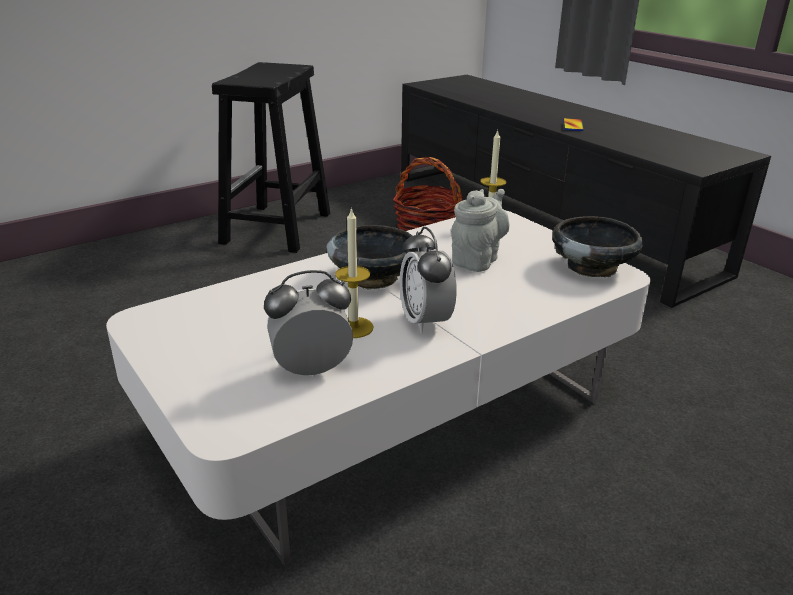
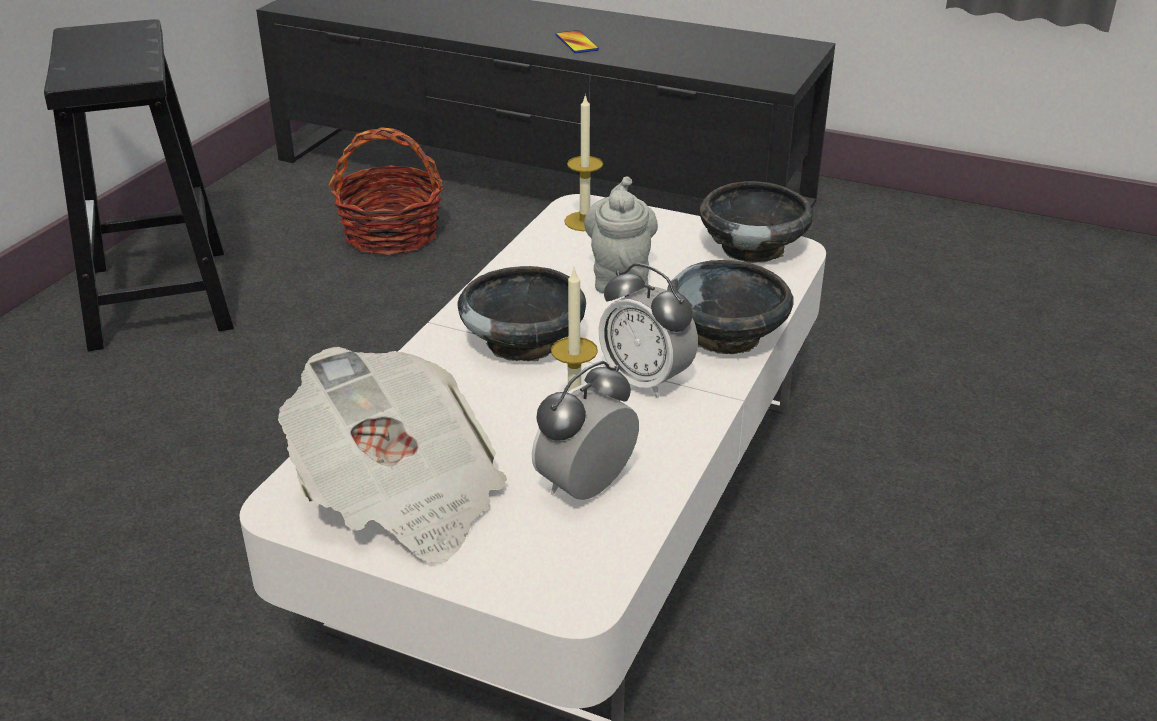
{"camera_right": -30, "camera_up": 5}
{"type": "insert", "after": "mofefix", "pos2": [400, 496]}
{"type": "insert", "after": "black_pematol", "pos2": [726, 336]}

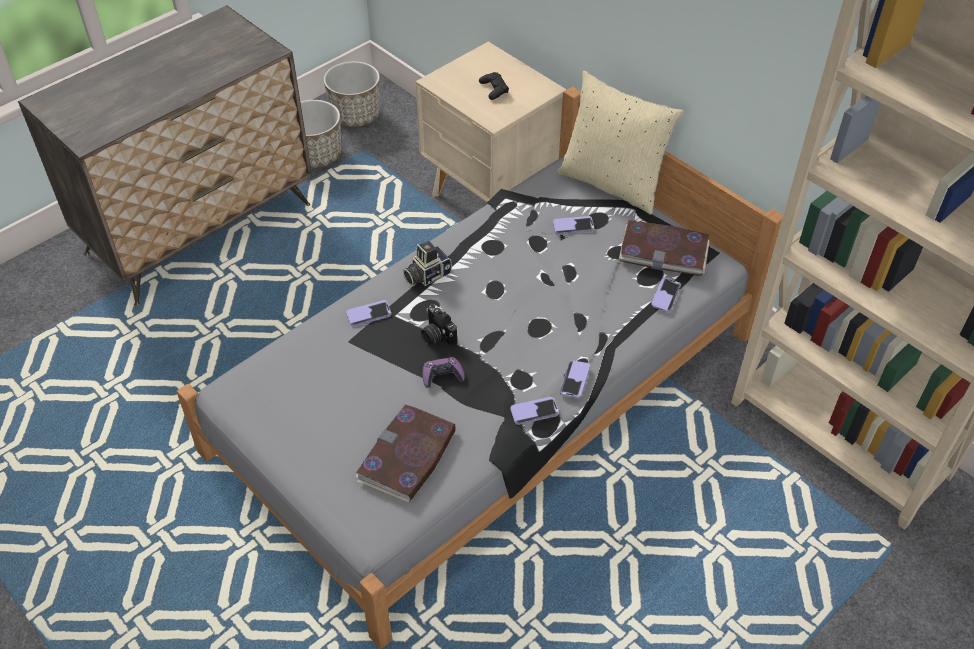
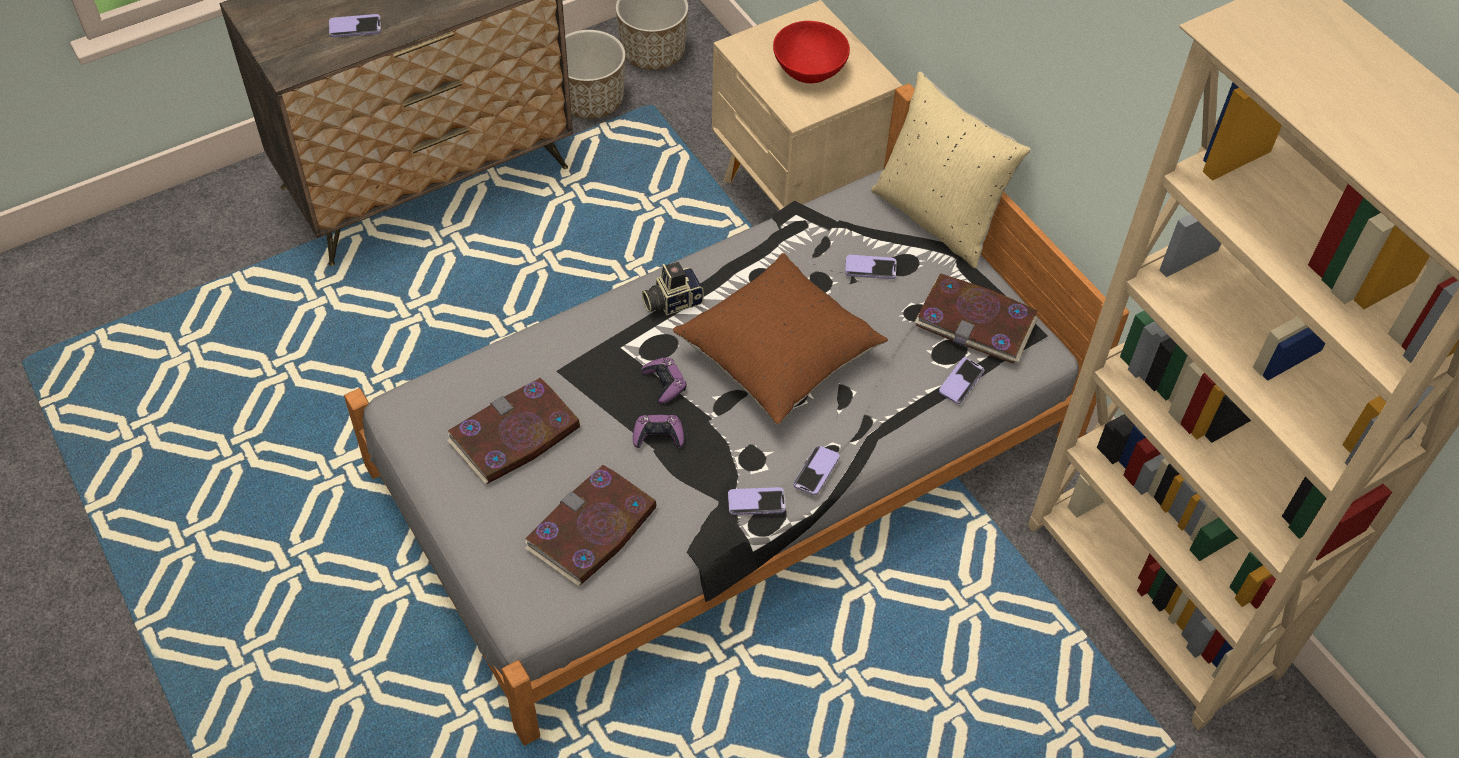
{"camera_right": 10, "camera_up": 5}
{"type": "move", "before": "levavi", "pos1": [369, 314], "pos2": [355, 27]}
{"type": "insert", "after": "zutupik", "pos2": [515, 435]}
{"type": "replace", "before": "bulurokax", "after": "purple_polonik", "pos1": [436, 336], "pos2": [664, 383]}
{"type": "insert", "after": "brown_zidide", "pos2": [778, 356]}
{"type": "replace", "before": "black_polonik", "after": "red_pematol", "pos1": [494, 89], "pos2": [809, 70]}

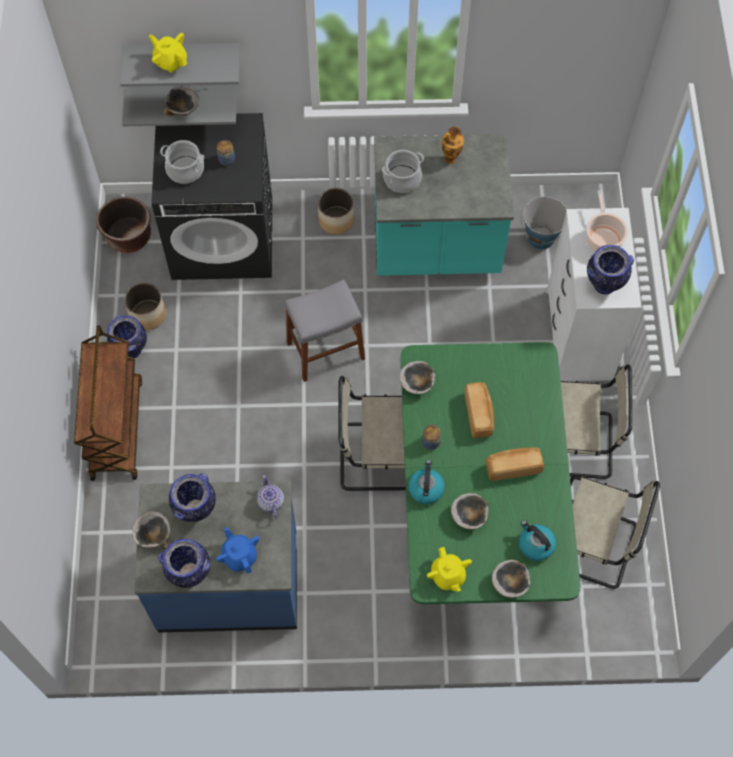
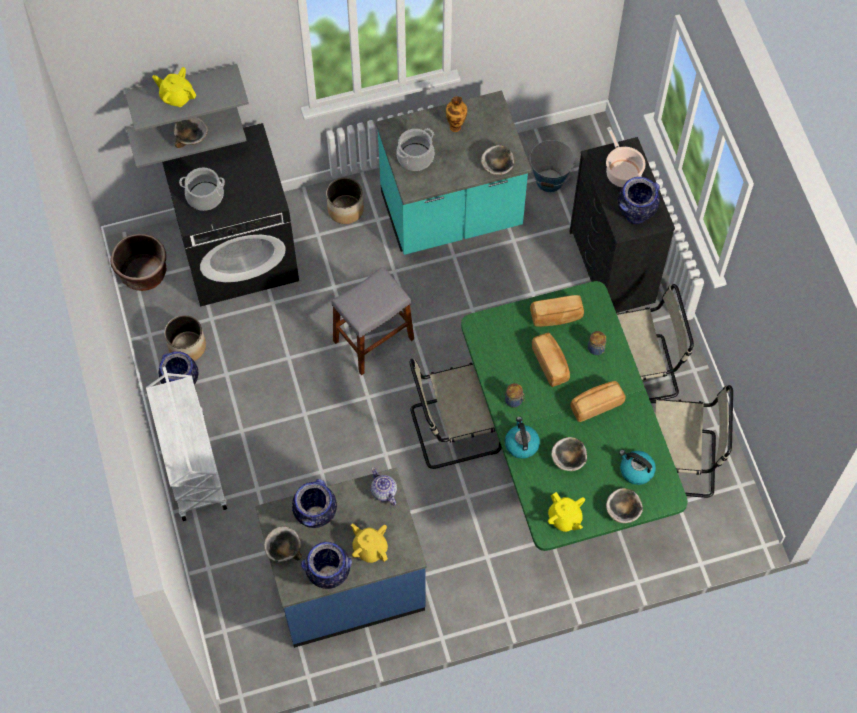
{"camera_right": -15, "camera_up": 0}
{"type": "recolor", "before": "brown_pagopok", "after": "white_pagopok", "pos1": [116, 428], "pos2": [191, 464]}
{"type": "recolor", "before": "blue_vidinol", "after": "yellow_vidinol", "pos1": [239, 556], "pos2": [370, 548]}
{"type": "move", "before": "pematol", "pos1": [417, 383], "pos2": [497, 167]}
{"type": "insert", "after": "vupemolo", "pos2": [556, 316]}
{"type": "recolor", "before": "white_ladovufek", "after": "black_ladovufek", "pos1": [578, 335], "pos2": [611, 267]}
{"type": "move", "before": "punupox", "pos1": [227, 160], "pos2": [596, 349]}

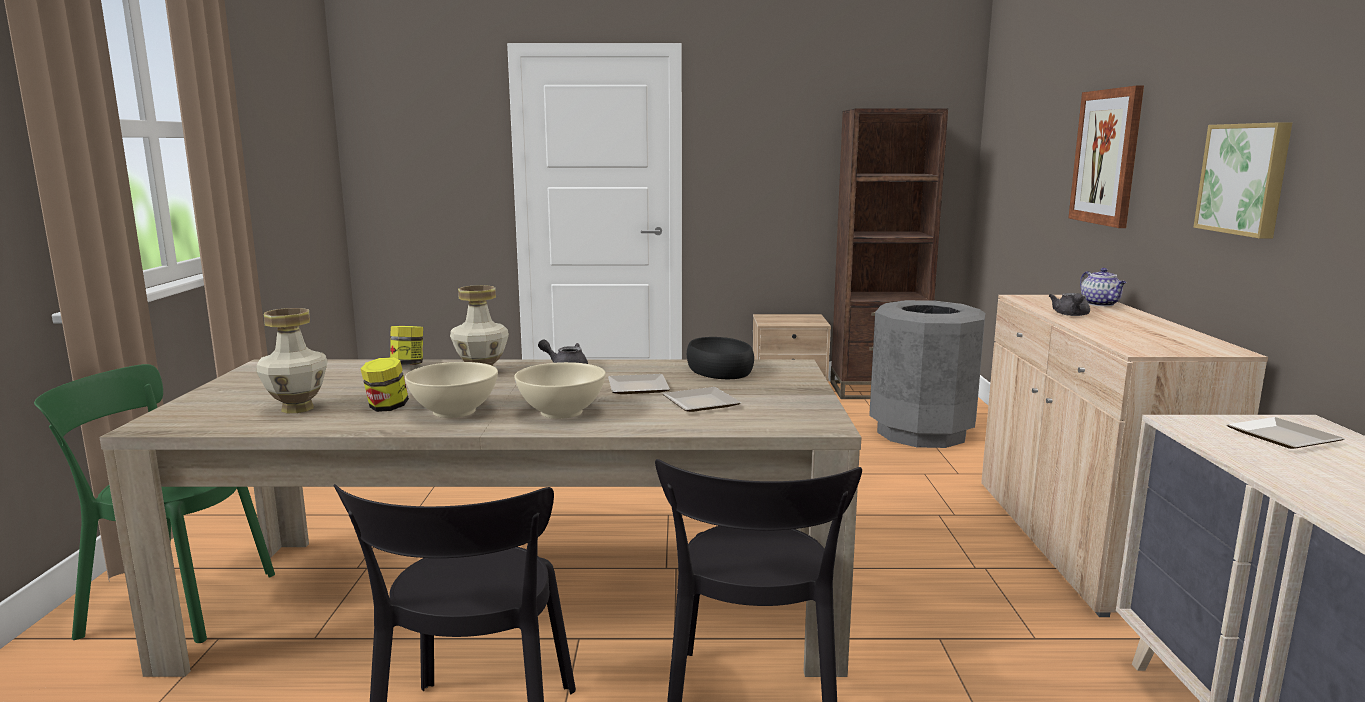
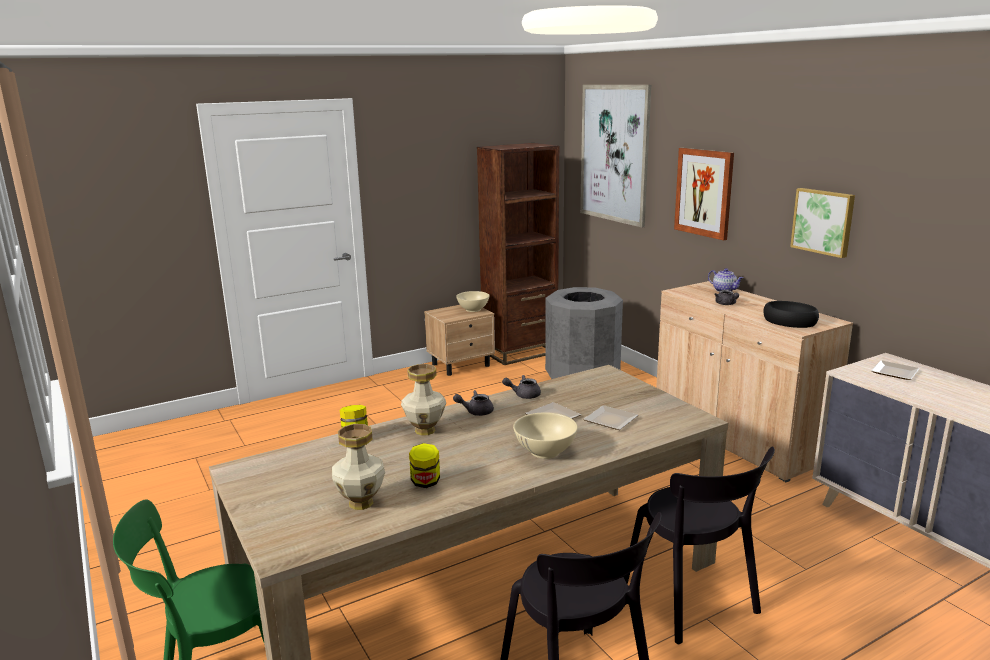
{"camera_right": -30, "camera_up": 5}
{"type": "move", "before": "beige_pematol", "pos1": [453, 411], "pos2": [473, 309]}
{"type": "insert", "after": "grey_vidinol", "pos2": [523, 395]}
{"type": "insert", "after": "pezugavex", "pos2": [614, 153]}
{"type": "move", "before": "black_pematol", "pos1": [718, 369], "pos2": [789, 321]}

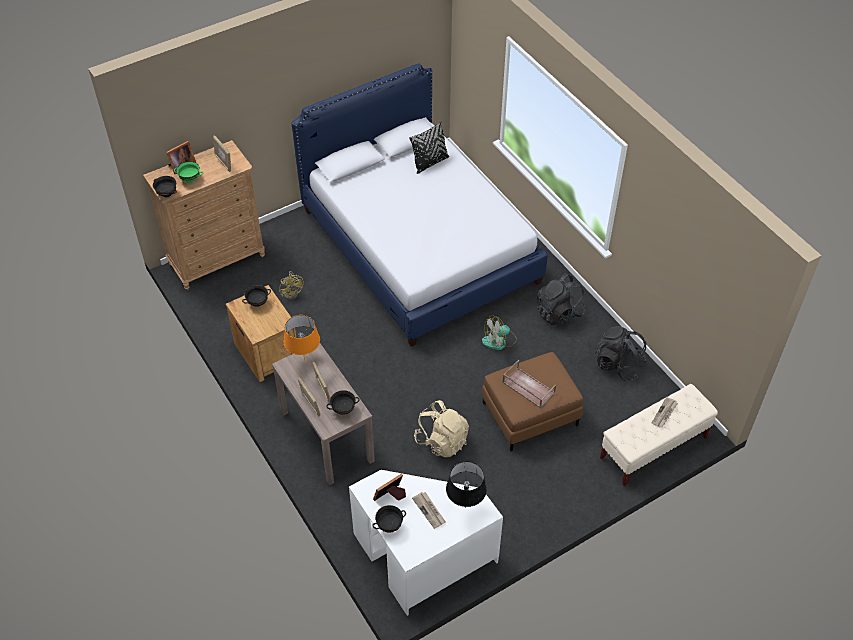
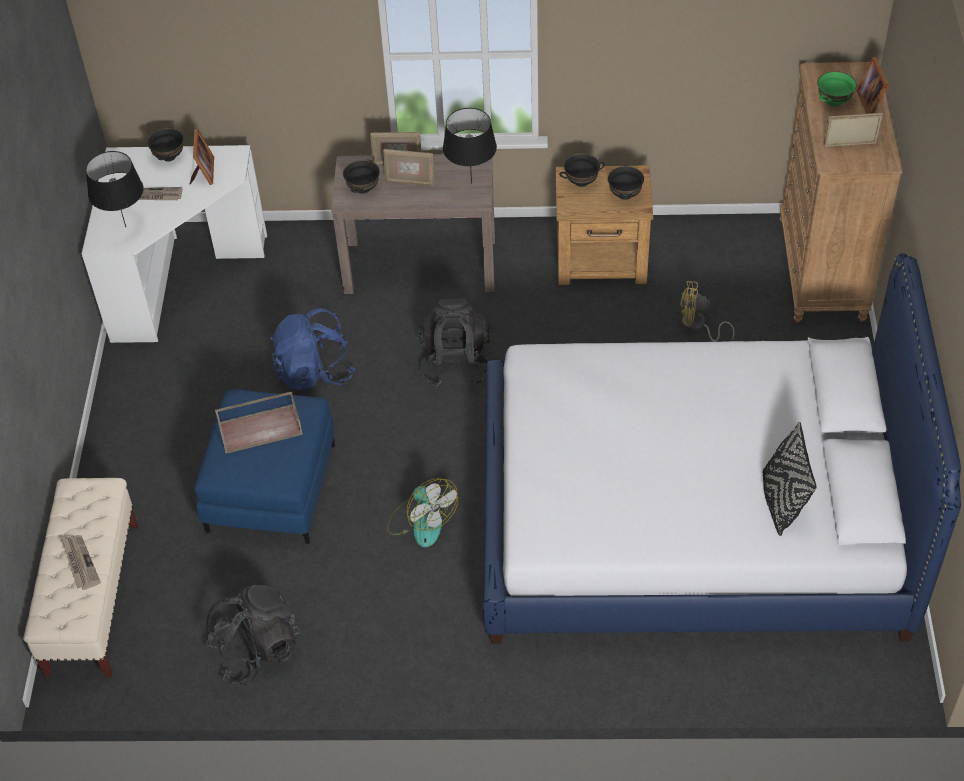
{"camera_right": 125, "camera_up": 0}
{"type": "recolor", "before": "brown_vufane", "after": "blue_vufane", "pos1": [530, 414], "pos2": [271, 487]}
{"type": "recolor", "before": "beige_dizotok", "after": "blue_dizotok", "pos1": [442, 441], "pos2": [314, 372]}
{"type": "rotate", "before": "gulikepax", "pos1": [499, 341], "pos2": [421, 522], "turn": 135}
{"type": "move", "before": "black_dizotok", "pos1": [559, 312], "pos2": [456, 363]}
{"type": "recolor", "before": "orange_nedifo", "after": "black_nedifo", "pos1": [304, 360], "pos2": [471, 183]}
{"type": "move", "before": "black_pematol", "pos1": [166, 194], "pos2": [581, 182]}

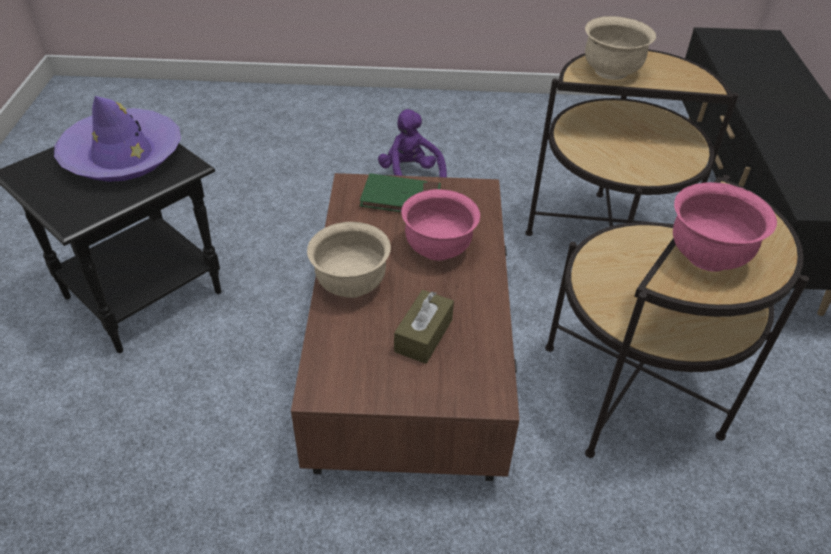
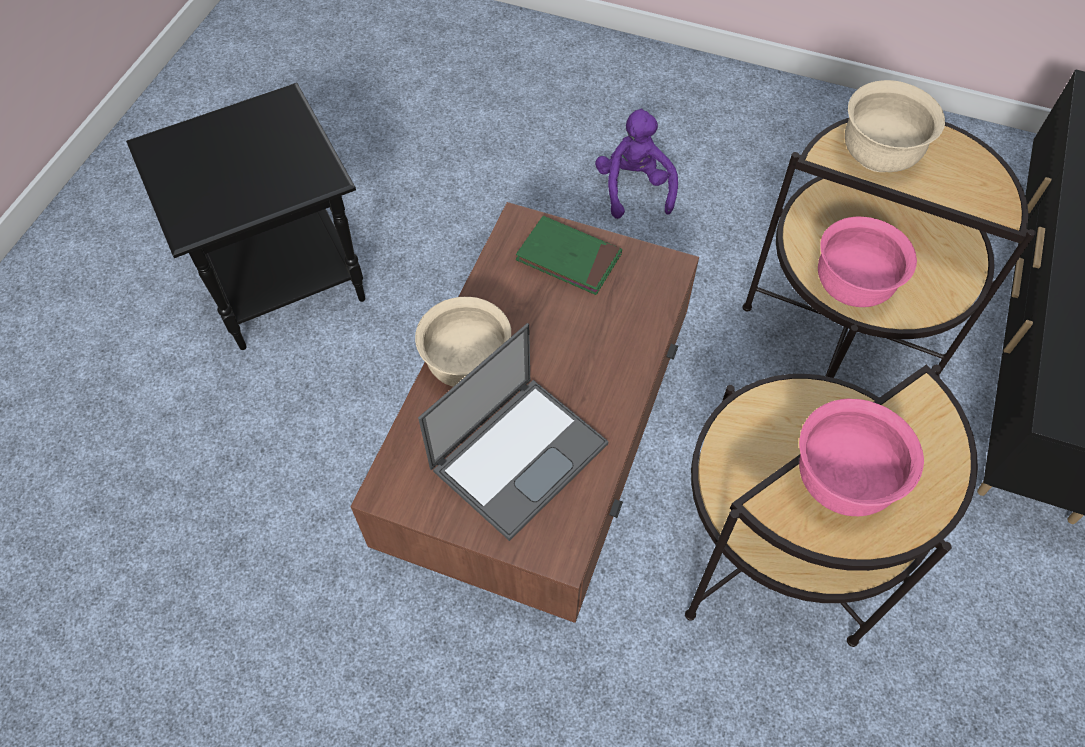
{"camera_right": 20, "camera_up": 15}
{"type": "replace", "before": "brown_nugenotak", "after": "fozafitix", "pos1": [423, 335], "pos2": [520, 454]}
{"type": "move", "before": "pink_pematol", "pos1": [438, 249], "pos2": [851, 287]}
{"type": "delete", "before": "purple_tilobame", "pos1": [122, 155]}

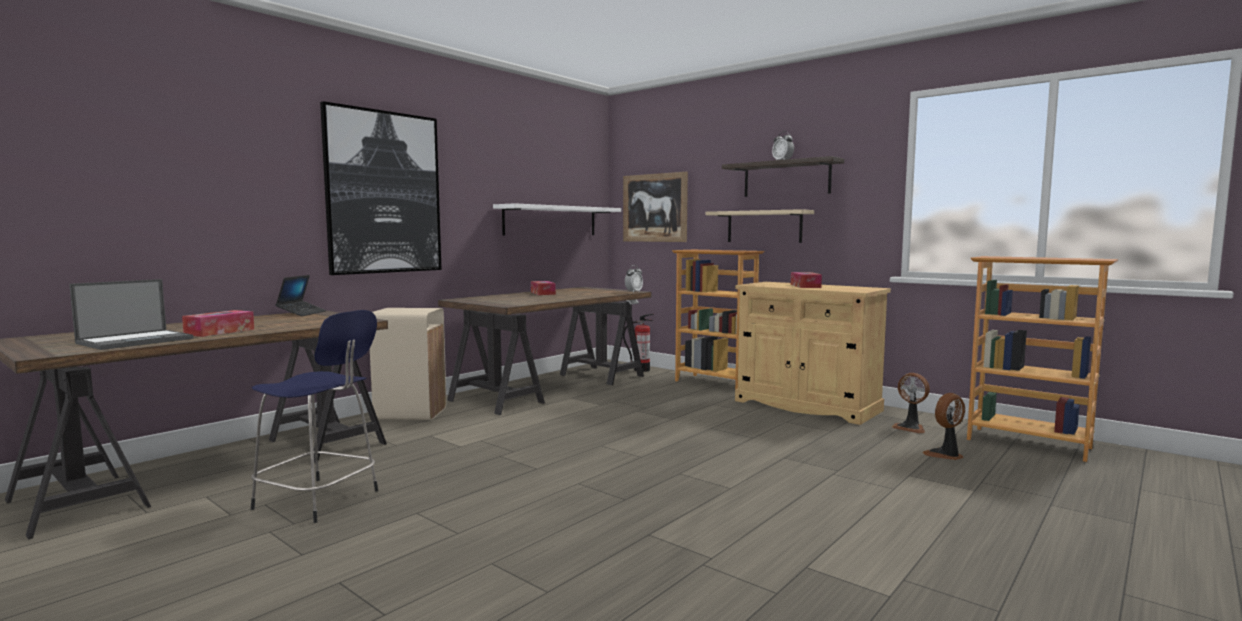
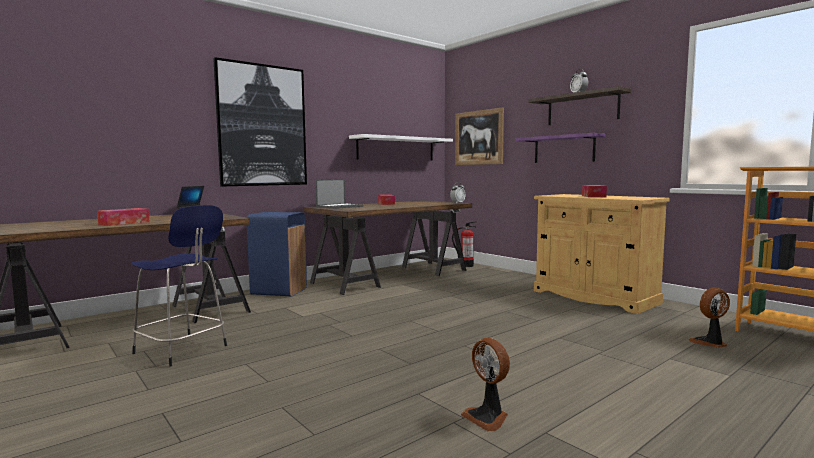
{"camera_right": 10, "camera_up": 0}
{"type": "recolor", "before": "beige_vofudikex", "after": "blue_vofudikex", "pos1": [411, 414], "pos2": [279, 291]}
{"type": "move", "before": "fozafitix", "pos1": [136, 340], "pos2": [340, 206]}
{"type": "move", "before": "gulikepax", "pos1": [910, 428], "pos2": [487, 417]}
{"type": "recolor", "before": "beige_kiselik", "after": "purple_kiselik", "pos1": [764, 226], "pos2": [564, 149]}
{"type": "delete", "before": "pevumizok", "pos1": [715, 383]}

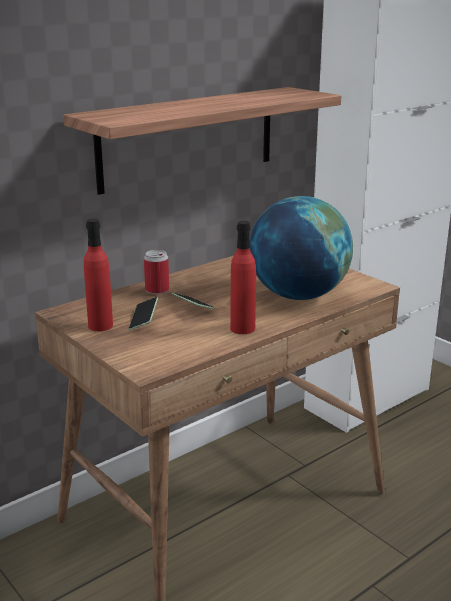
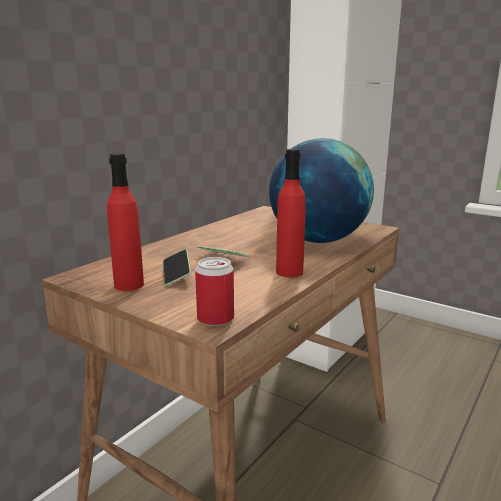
{"camera_right": -15, "camera_up": -5}
{"type": "move", "before": "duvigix", "pos1": [157, 290], "pos2": [215, 319]}
{"type": "delete", "before": "kiselik", "pos1": [188, 138]}

